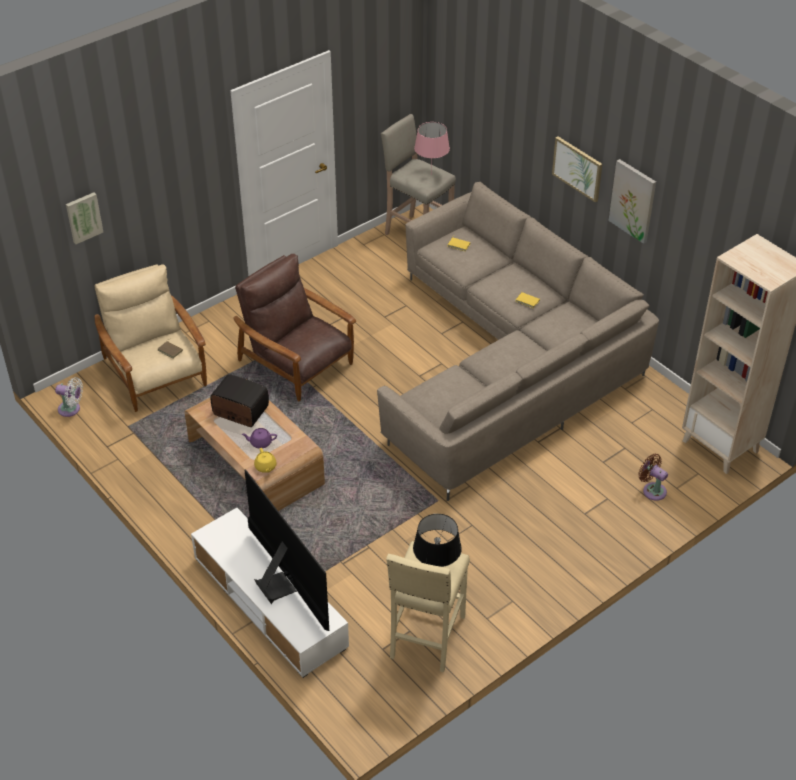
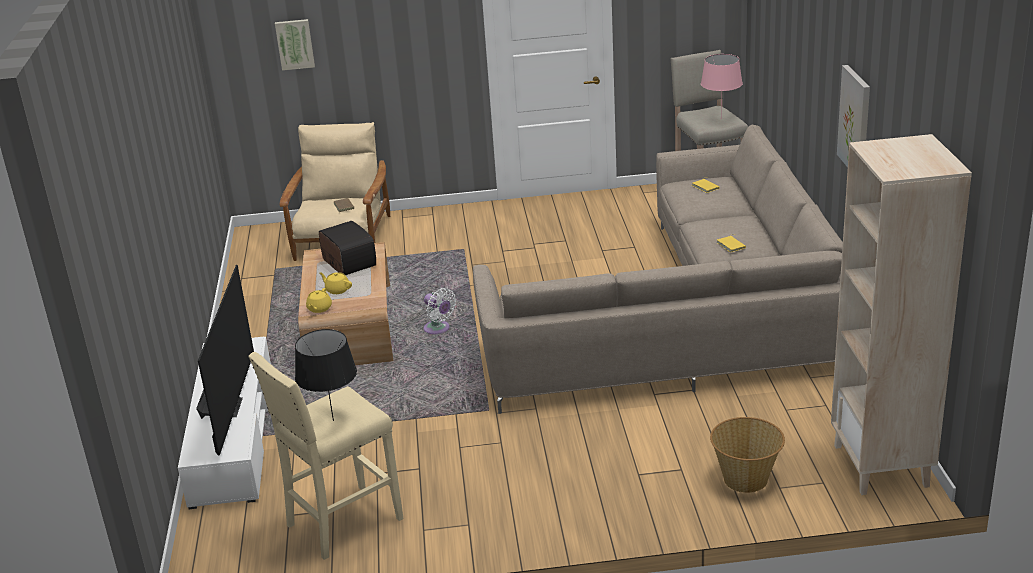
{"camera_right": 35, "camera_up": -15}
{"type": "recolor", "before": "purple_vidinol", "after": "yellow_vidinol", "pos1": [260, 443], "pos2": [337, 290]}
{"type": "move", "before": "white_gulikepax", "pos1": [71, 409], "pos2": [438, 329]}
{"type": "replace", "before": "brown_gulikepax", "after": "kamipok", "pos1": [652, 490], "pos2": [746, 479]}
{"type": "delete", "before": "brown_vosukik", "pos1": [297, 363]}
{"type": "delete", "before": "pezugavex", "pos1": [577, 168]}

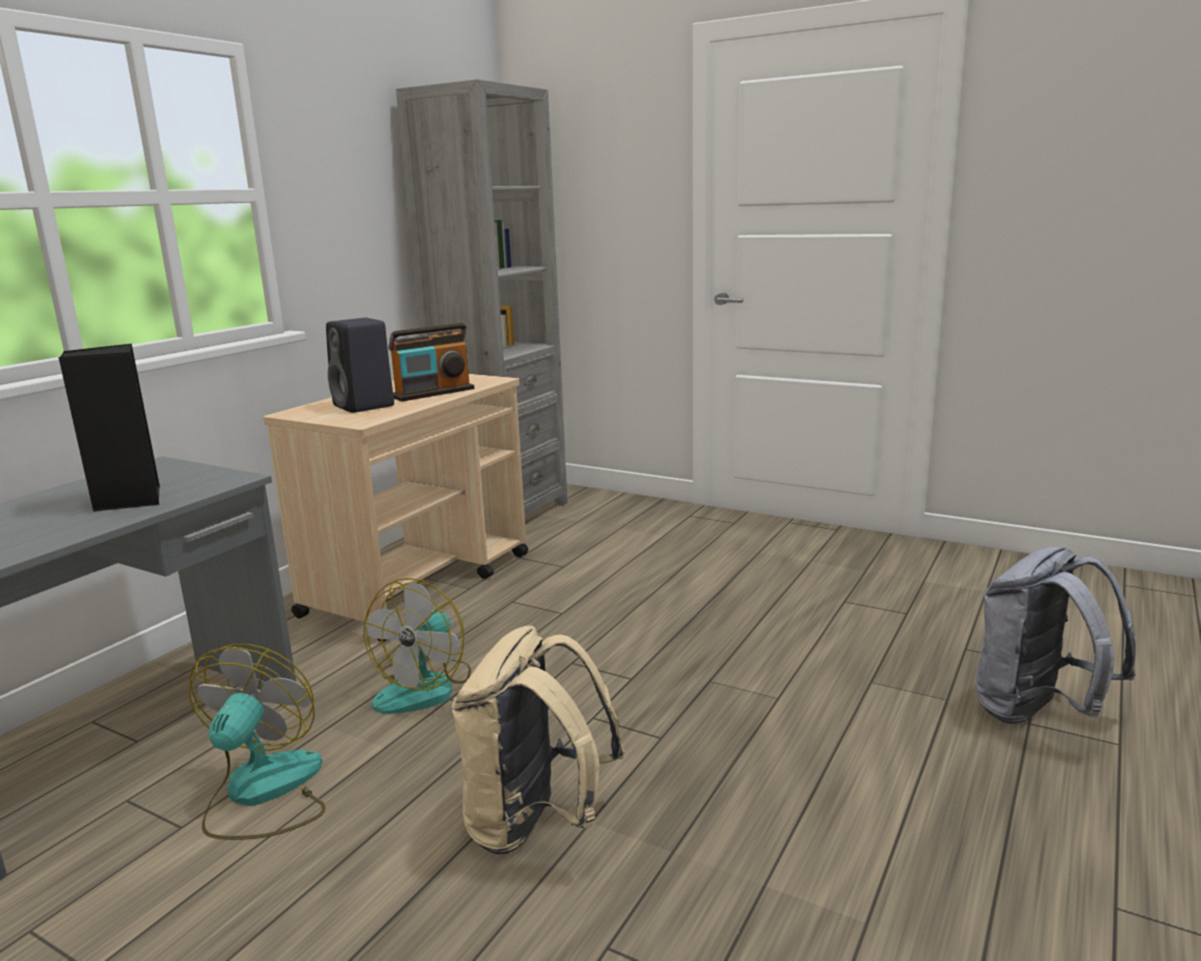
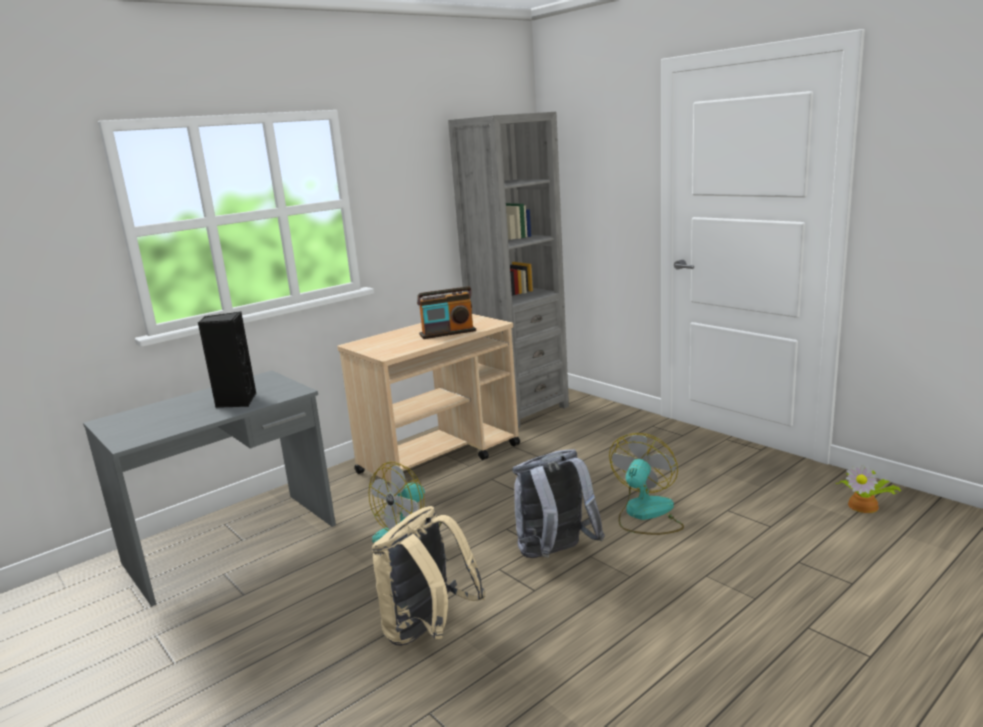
{"camera_right": 20, "camera_up": 0}
{"type": "move", "before": "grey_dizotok", "pos1": [1037, 713], "pos2": [555, 554]}
{"type": "move", "before": "gulikepax", "pos1": [262, 793], "pos2": [645, 514]}
{"type": "insert", "after": "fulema", "pos2": [864, 505]}
{"type": "delete", "before": "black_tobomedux", "pos1": [365, 406]}

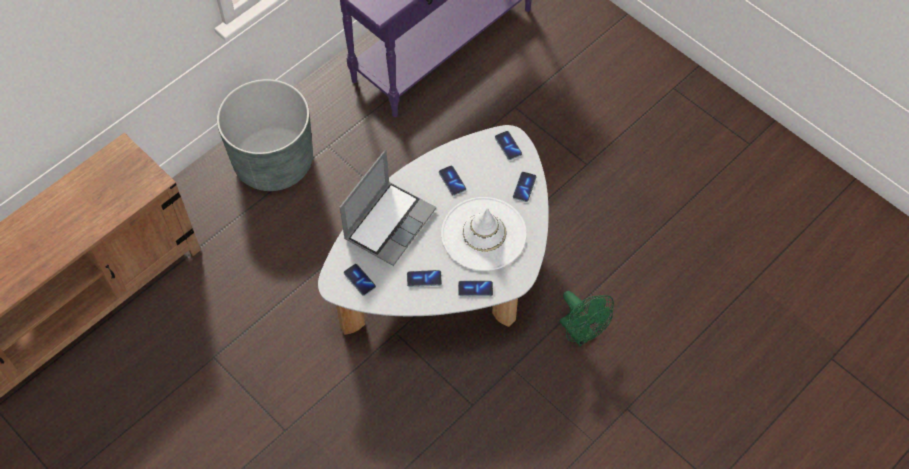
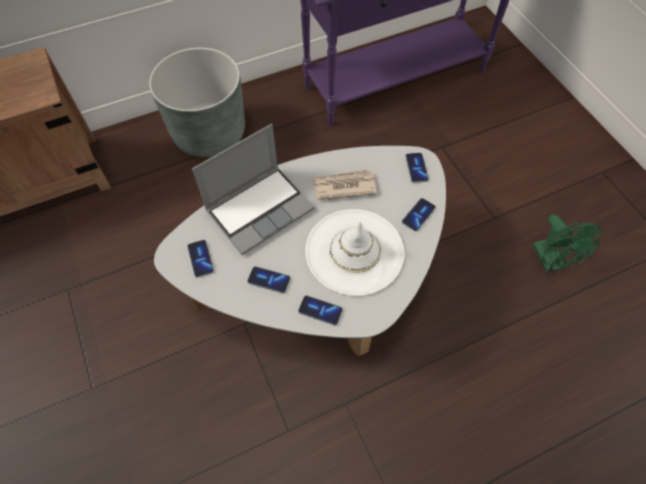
{"camera_right": 20, "camera_up": 0}
{"type": "replace", "before": "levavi", "after": "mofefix", "pos1": [452, 181], "pos2": [343, 186]}
{"type": "move", "before": "green_gulikepax", "pos1": [581, 333], "pos2": [551, 261]}

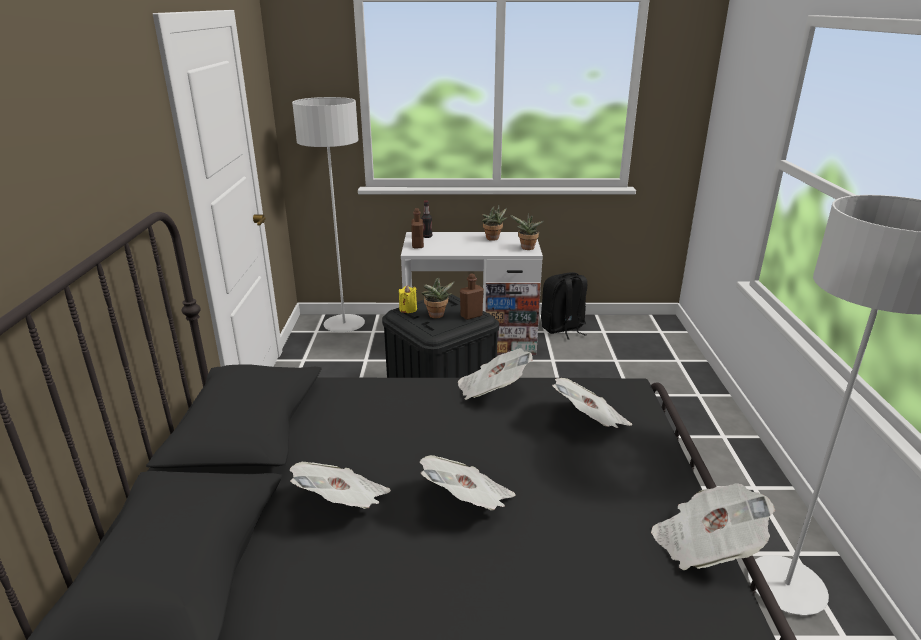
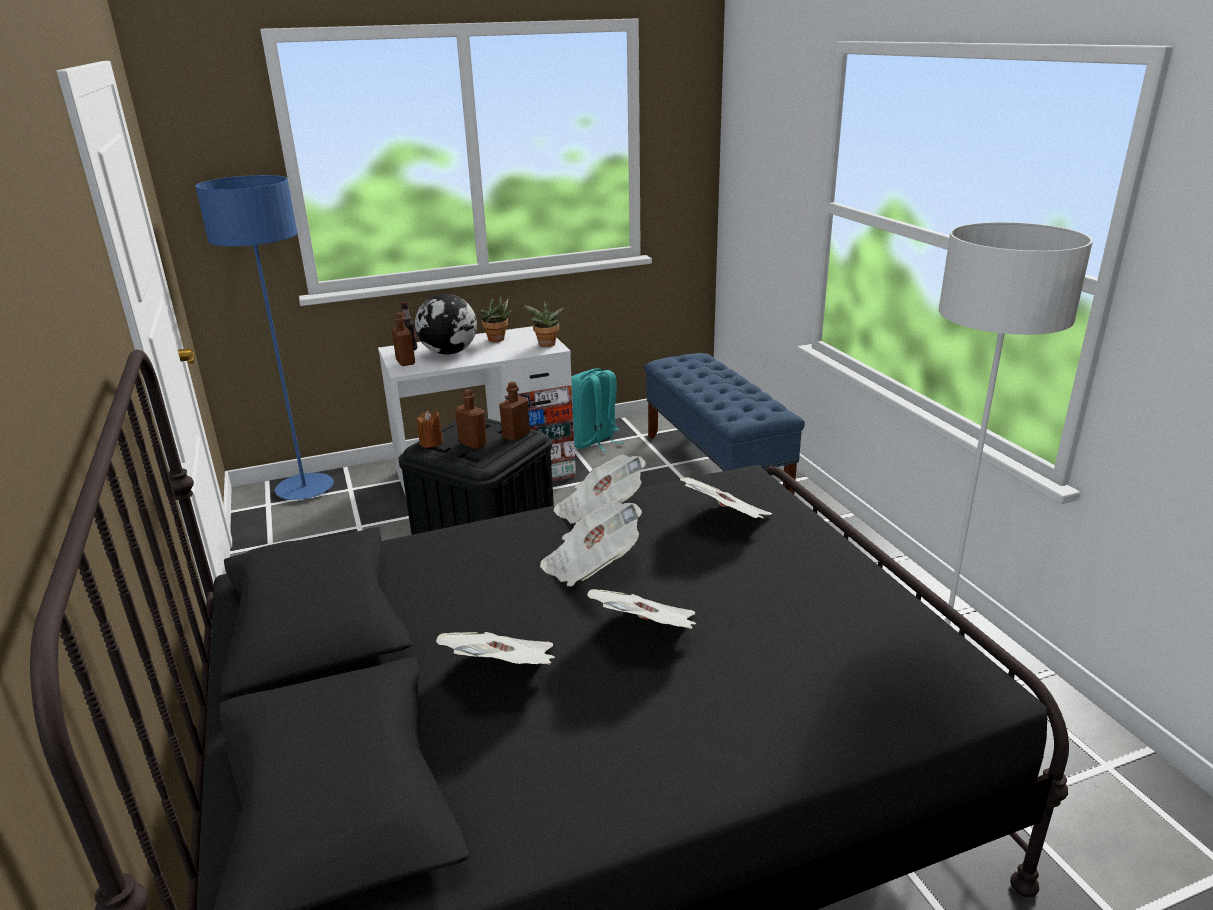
{"camera_right": -20, "camera_up": 0}
{"type": "recolor", "before": "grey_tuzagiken", "after": "blue_tuzagiken", "pos1": [344, 325], "pos2": [305, 489]}
{"type": "insert", "after": "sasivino", "pos2": [449, 353]}
{"type": "recolor", "before": "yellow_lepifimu", "after": "brown_lepifimu", "pos1": [408, 309], "pos2": [431, 443]}
{"type": "replace", "before": "fulema", "after": "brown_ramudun", "pos1": [436, 316], "pos2": [473, 444]}
{"type": "move", "before": "mofefix", "pos1": [705, 545], "pos2": [591, 565]}
{"type": "recolor", "before": "black_dizotok", "after": "turquoise_dizotok", "pos1": [563, 329], "pos2": [592, 441]}
{"type": "insert", "after": "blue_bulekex", "pos2": [715, 467]}

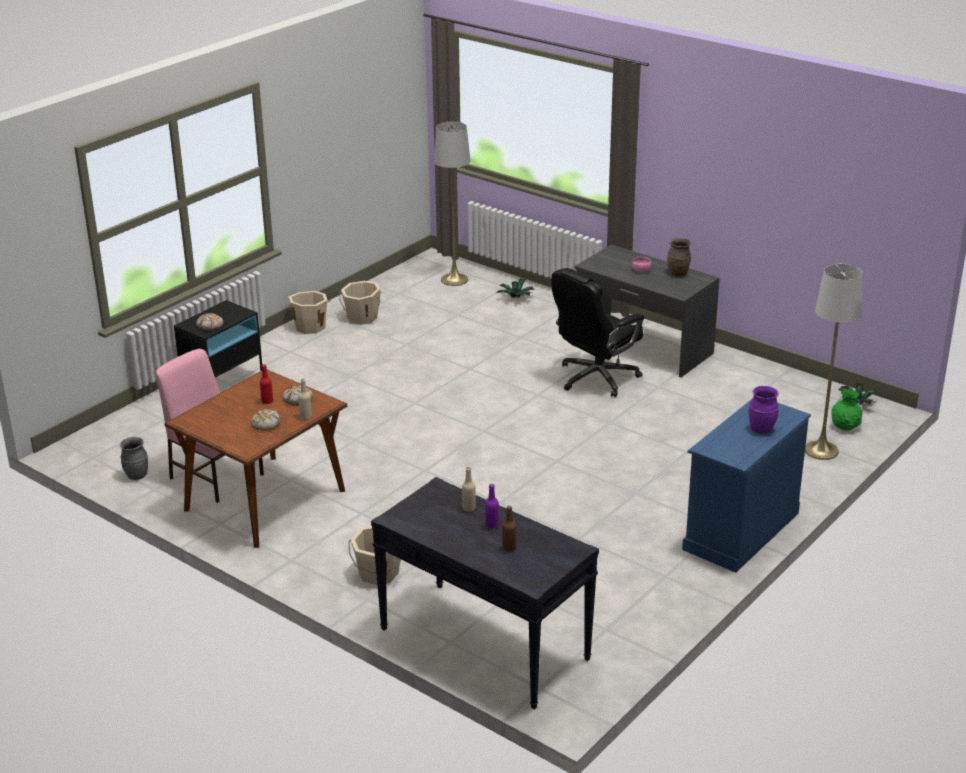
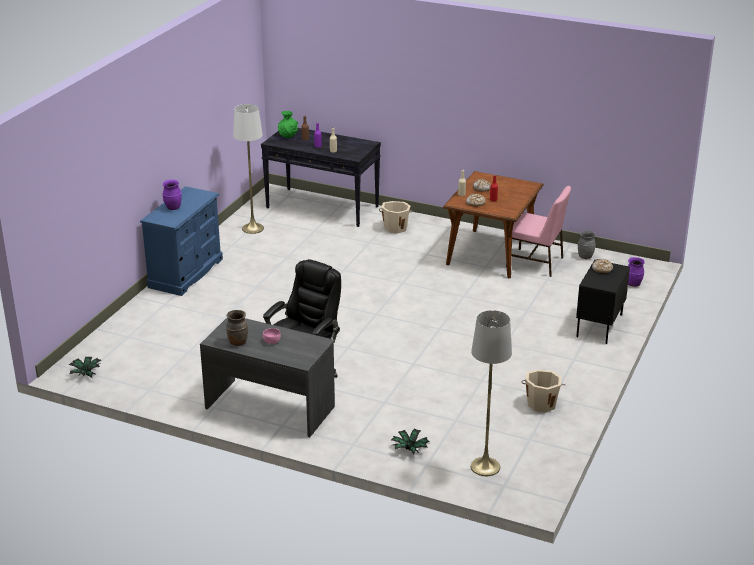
{"camera_right": 165, "camera_up": 0}
{"type": "move", "before": "white_tuzagiken", "pos1": [821, 450], "pos2": [253, 228]}
{"type": "move", "before": "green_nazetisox", "pos1": [845, 427], "pos2": [288, 135]}
{"type": "insert", "after": "purple_nazetisox", "pos2": [633, 284]}
{"type": "delete", "before": "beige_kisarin", "pos1": [310, 326]}

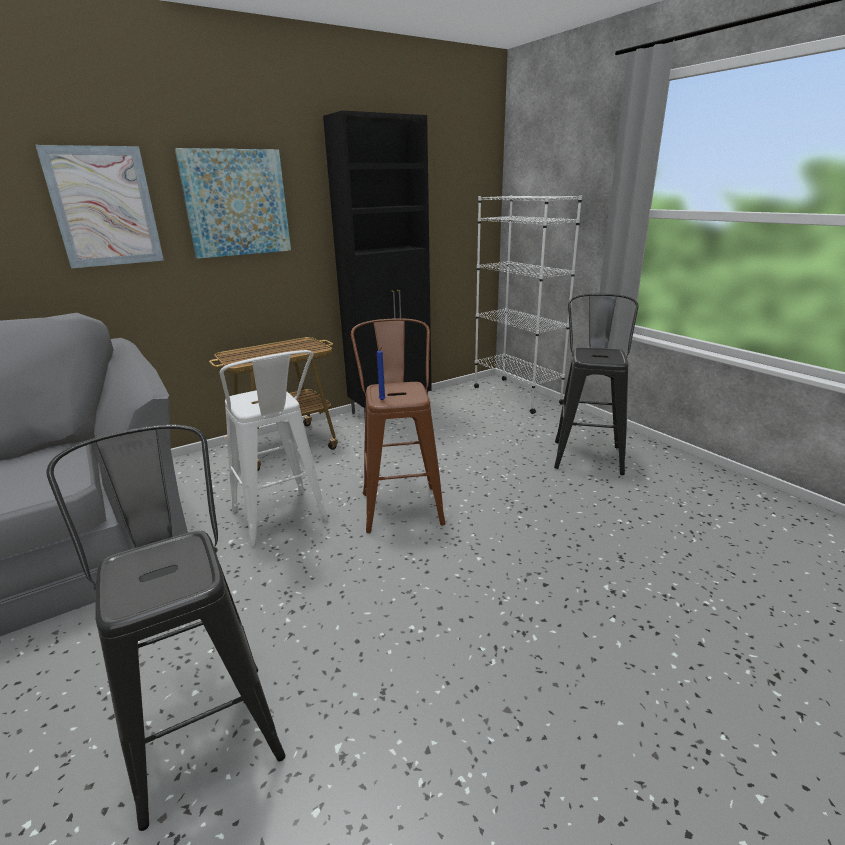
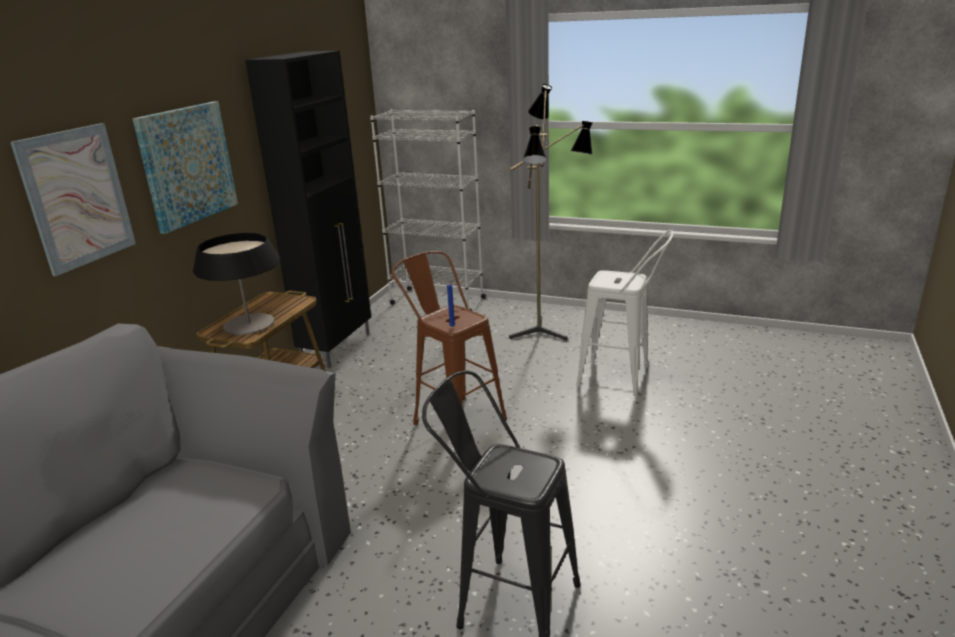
{"camera_right": -35, "camera_up": 0}
{"type": "insert", "after": "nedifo", "pos2": [249, 324]}
{"type": "replace", "before": "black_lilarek", "after": "tuzagiken", "pos1": [587, 453], "pos2": [545, 332]}
{"type": "move", "before": "white_lilarek", "pos1": [282, 521], "pos2": [622, 378]}

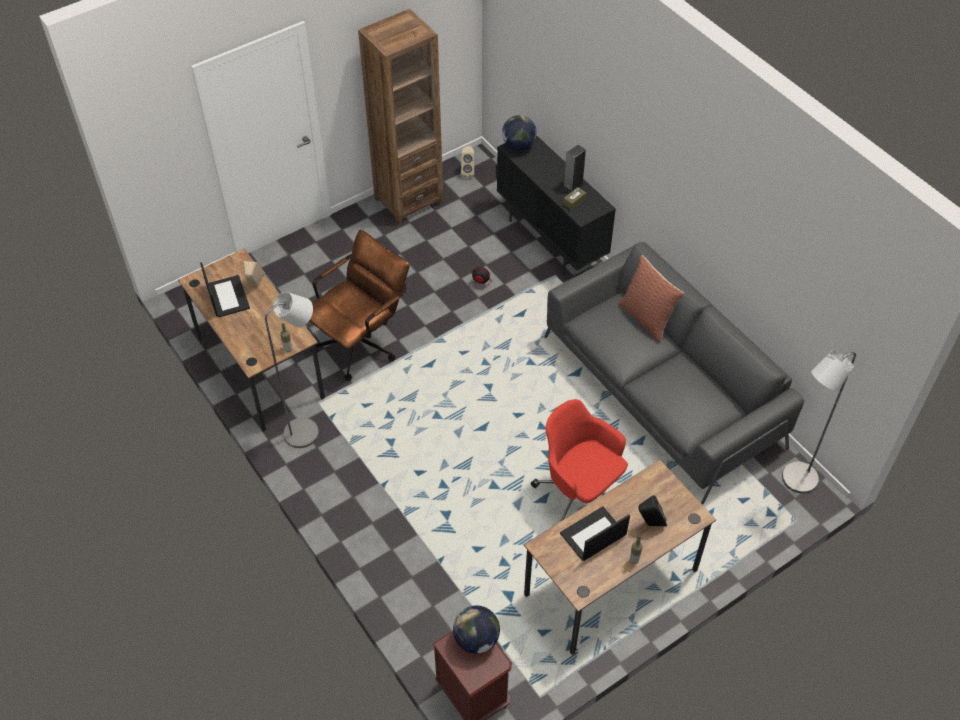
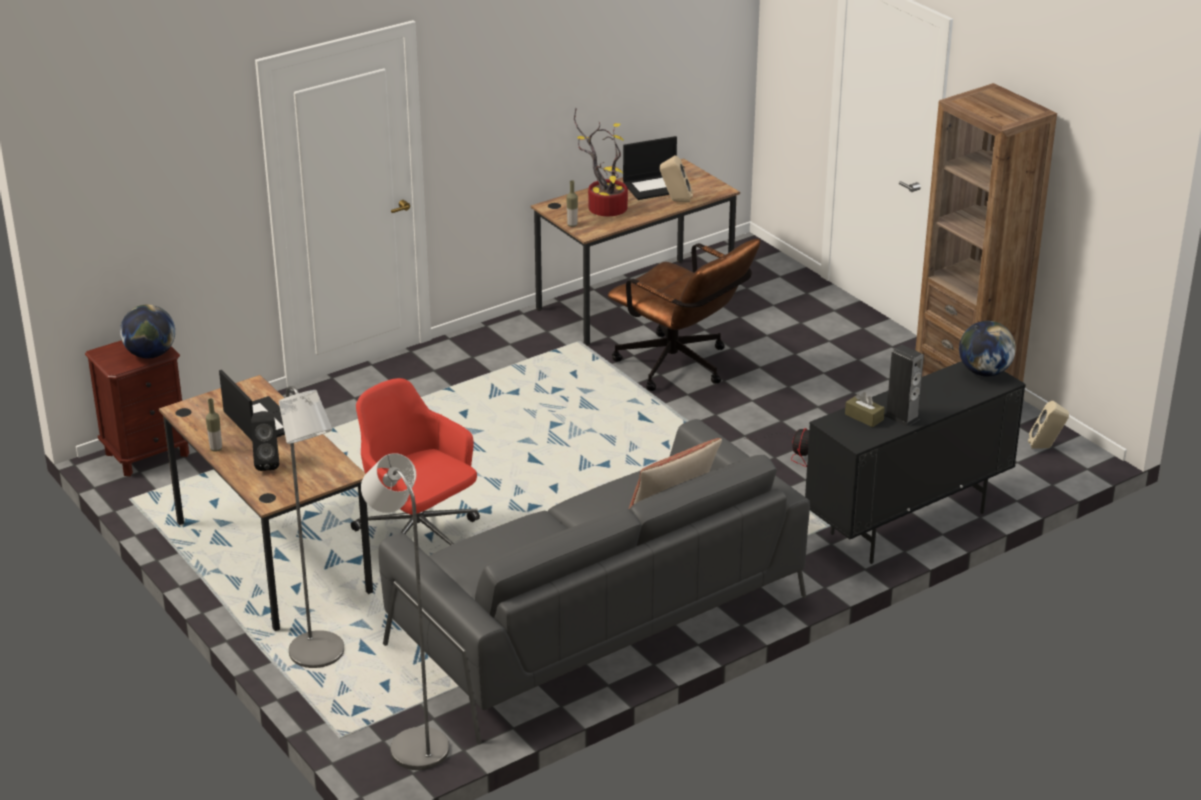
{"camera_right": 90, "camera_up": -20}
{"type": "move", "before": "grey_tuzagiken", "pos1": [308, 430], "pos2": [321, 658]}
{"type": "rotate", "before": "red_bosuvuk", "pos1": [579, 492], "pos2": [418, 536], "turn": -90}
{"type": "insert", "after": "fulema", "pos2": [604, 209]}

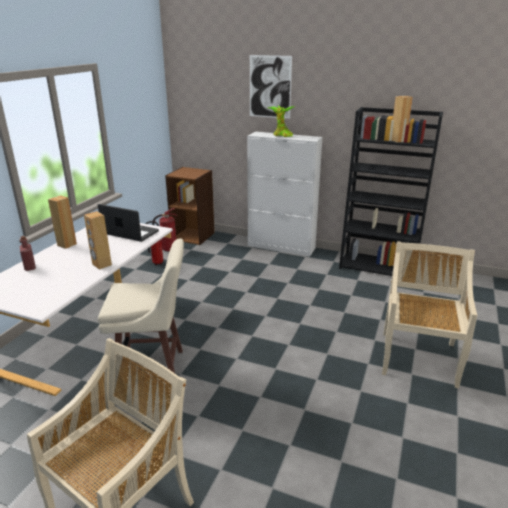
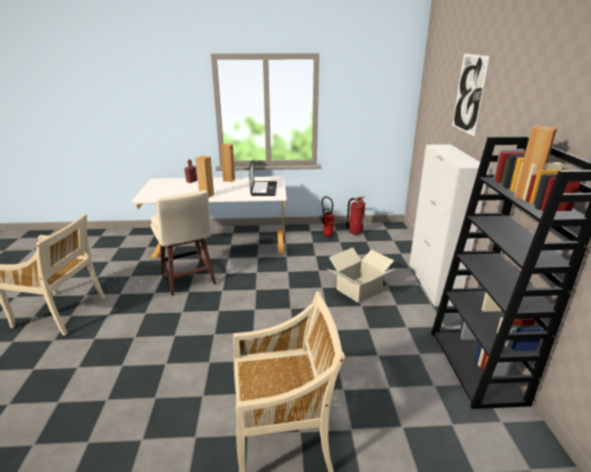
{"camera_right": 65, "camera_up": 0}
{"type": "insert", "after": "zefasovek", "pos2": [358, 289]}
{"type": "delete", "before": "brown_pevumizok", "pos1": [193, 236]}
{"type": "delete", "before": "fulema", "pos1": [281, 135]}

